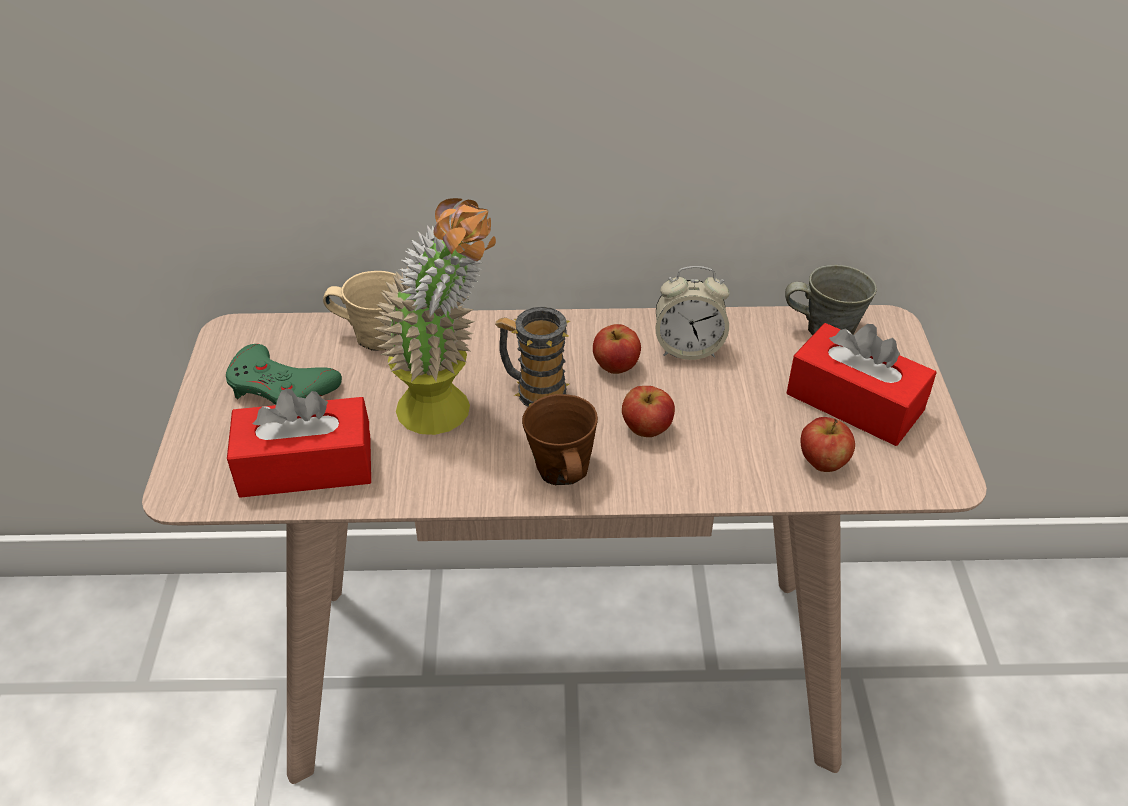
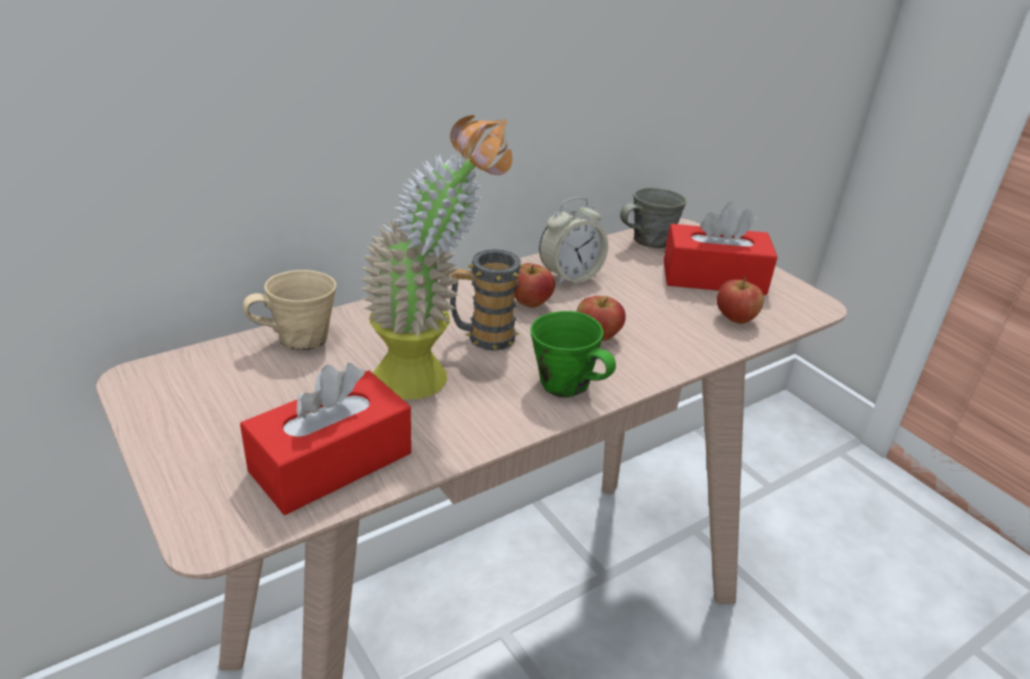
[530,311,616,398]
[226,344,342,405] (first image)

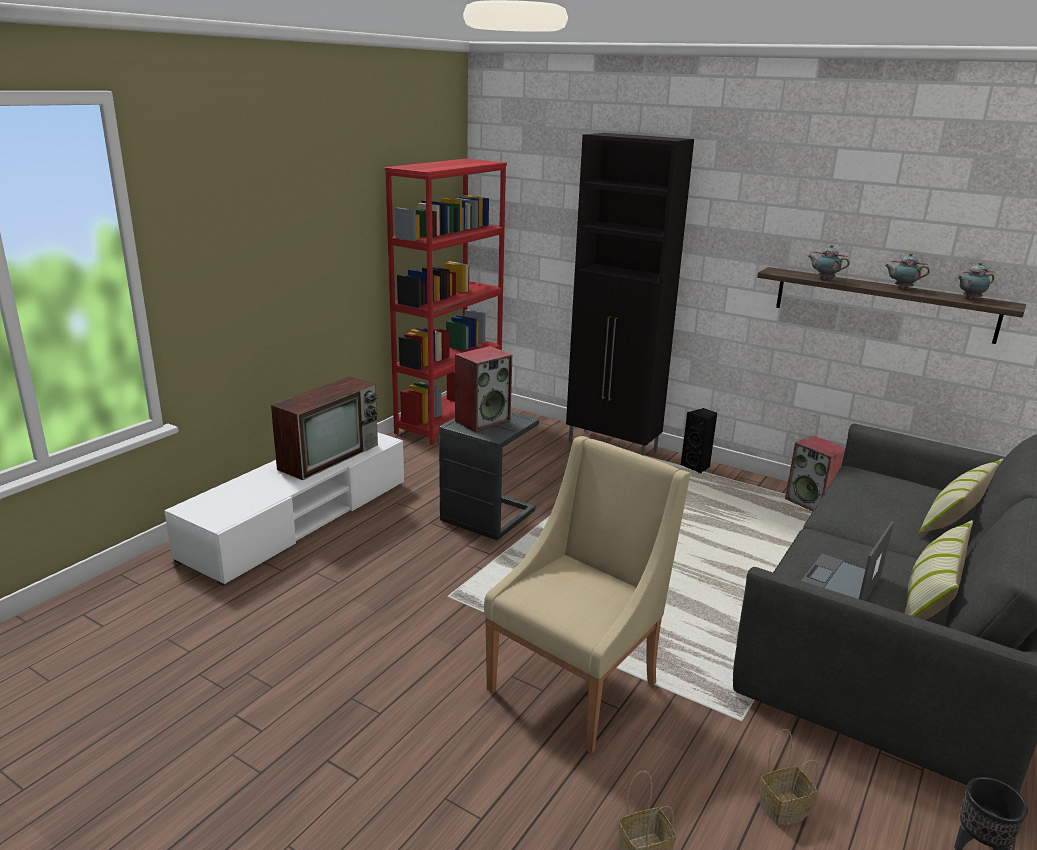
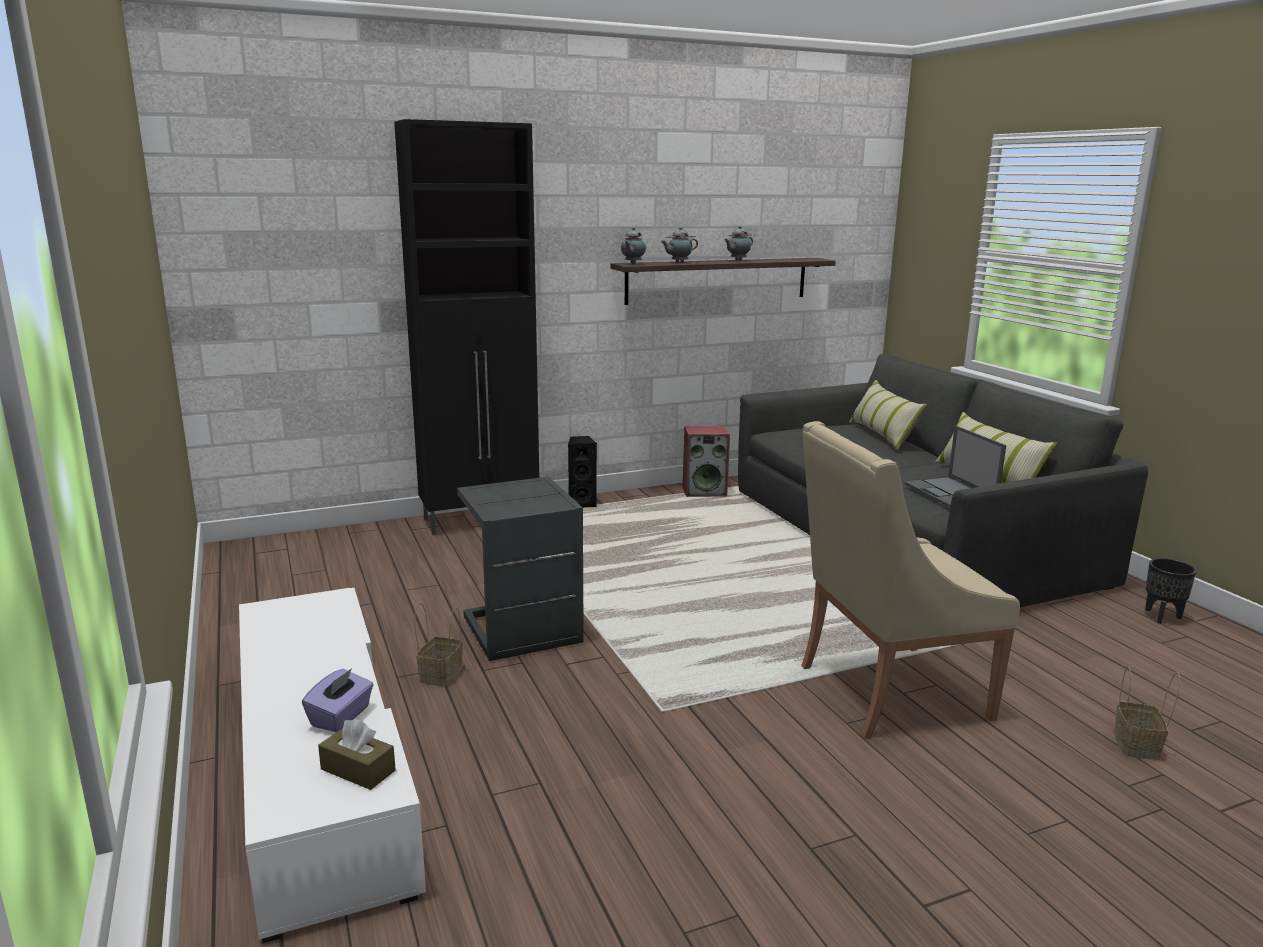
[302,668,374,732]
[318,719,396,790]
[414,602,463,686]
[621,227,646,264]
[801,421,1020,739]
[271,377,378,480] (first image)
[385,159,507,445] (first image)
[455,346,512,432] (first image)

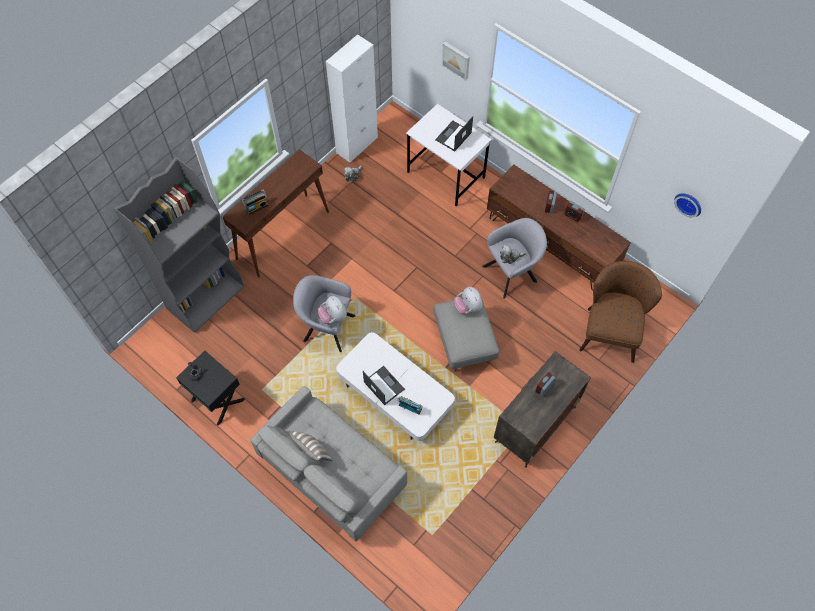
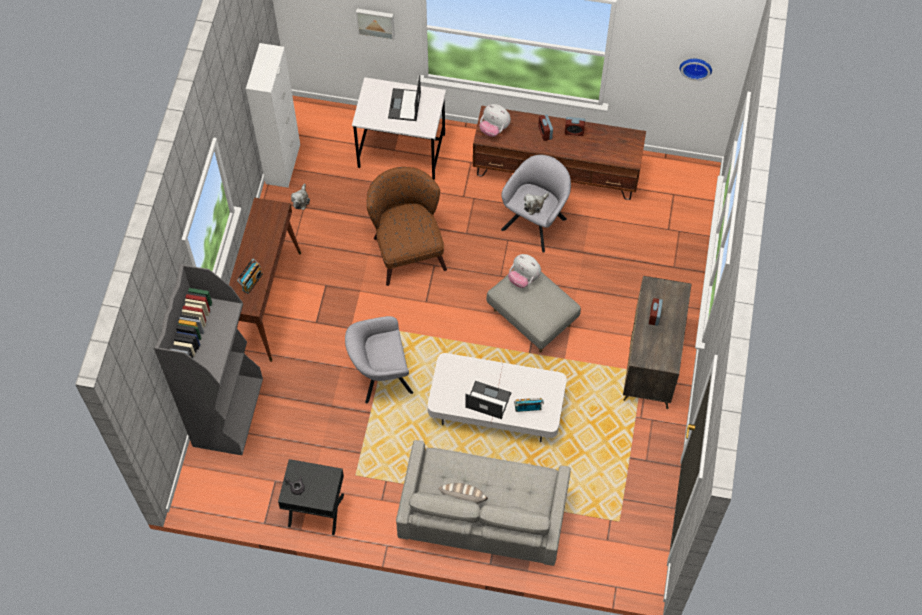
[366,167,447,286]
[479,104,511,137]

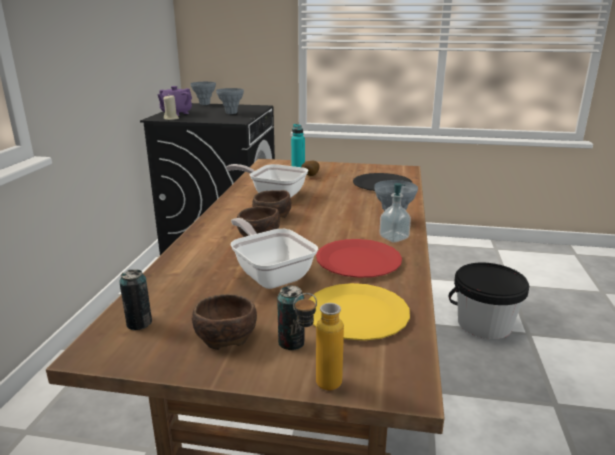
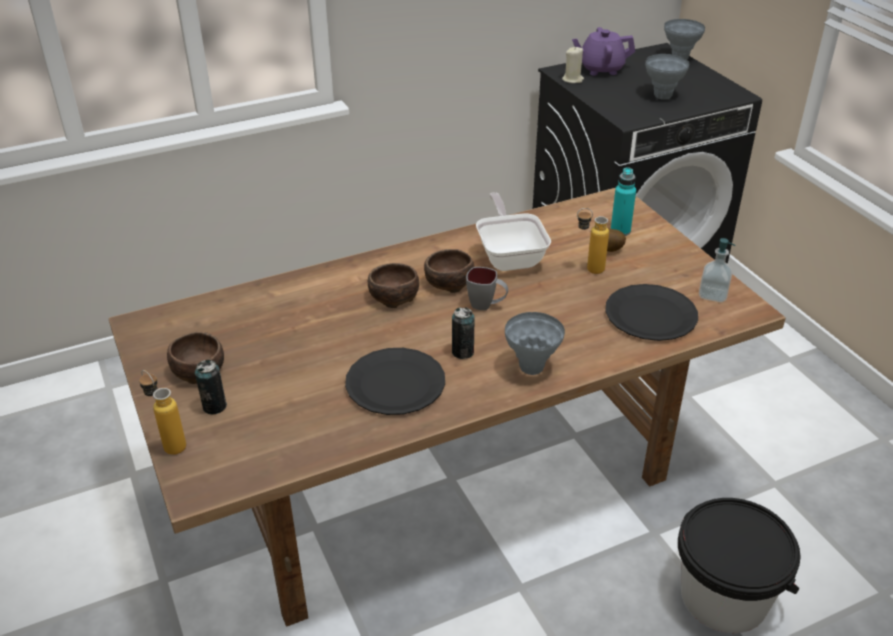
[345,348,445,415]
[452,307,475,359]
[466,267,508,310]
[577,208,609,274]
[699,238,735,302]
[230,218,318,289] (first image)
[309,283,410,341] (first image)

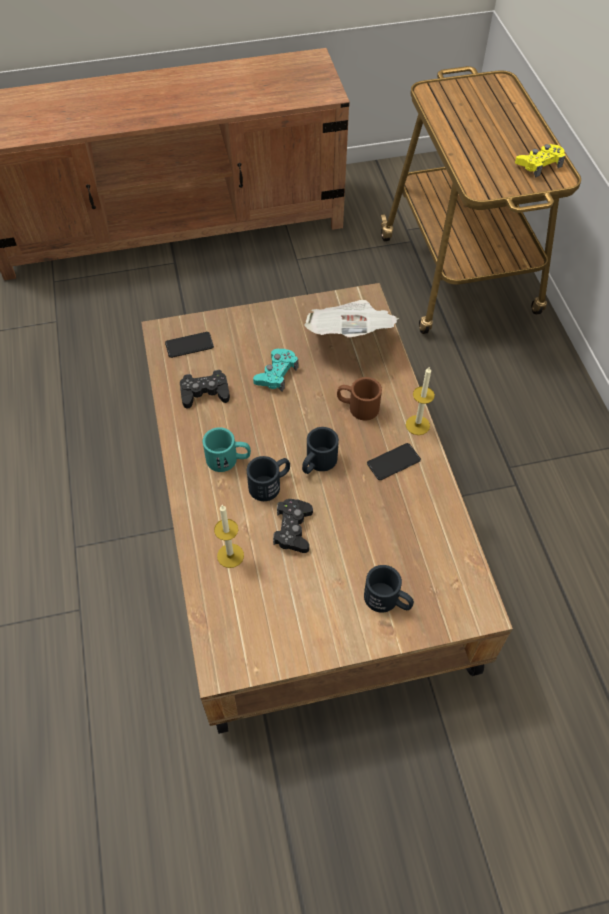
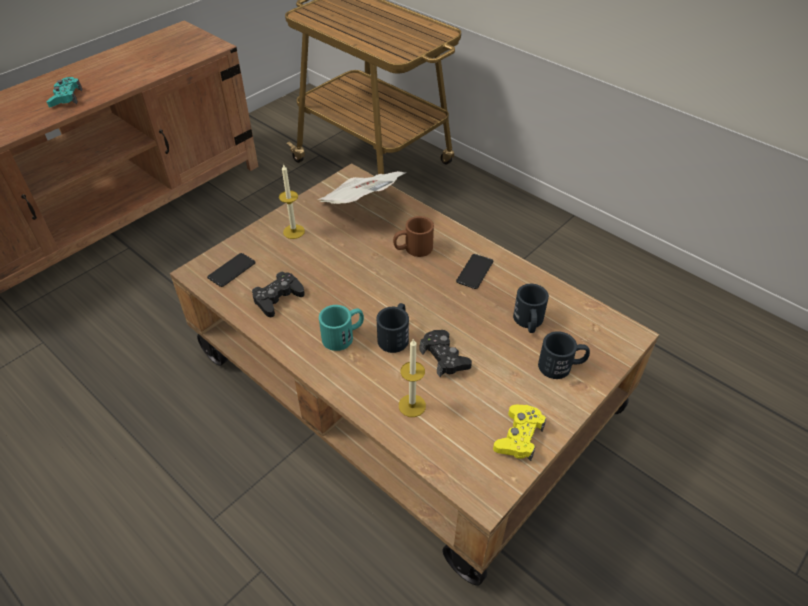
[47,77,82,108]
[279,164,305,239]
[493,404,546,461]
[513,284,549,333]

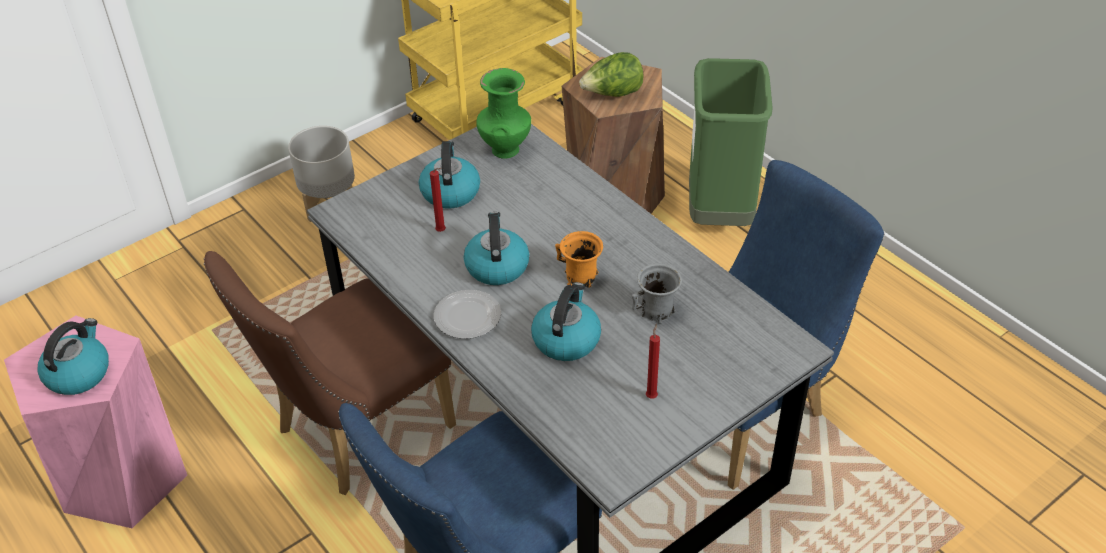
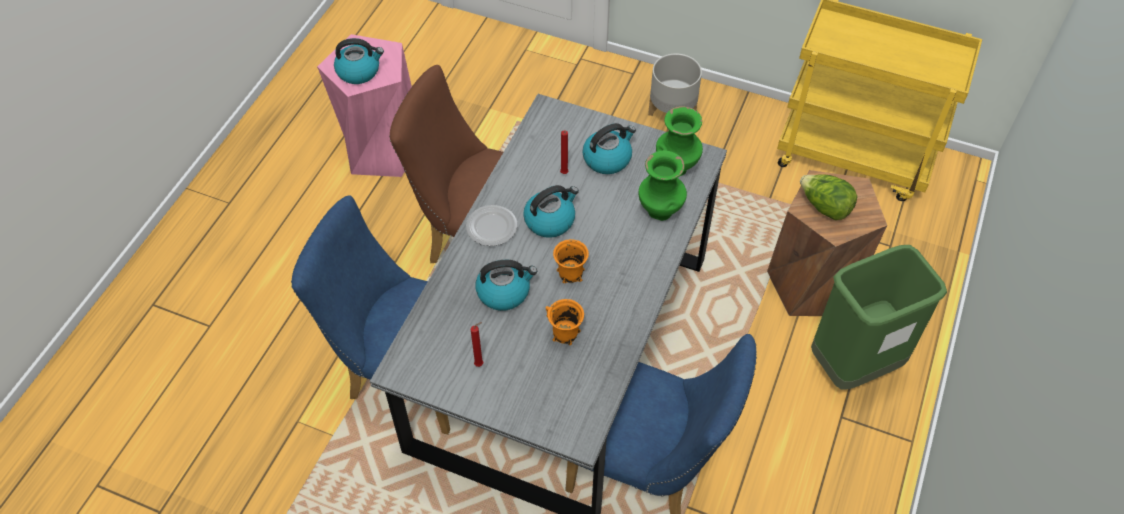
[546,299,584,345]
[639,150,687,221]

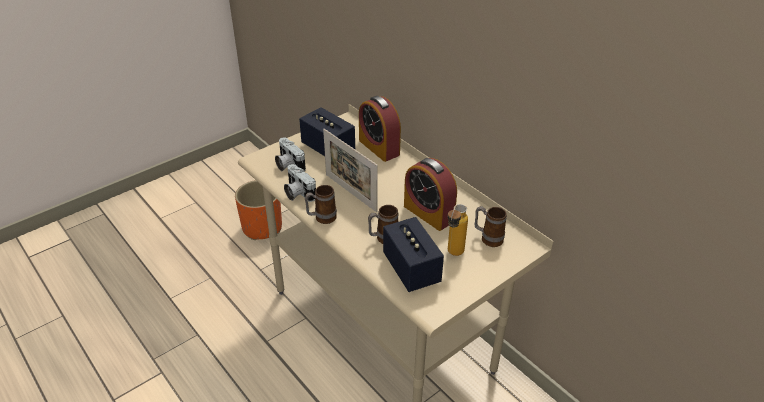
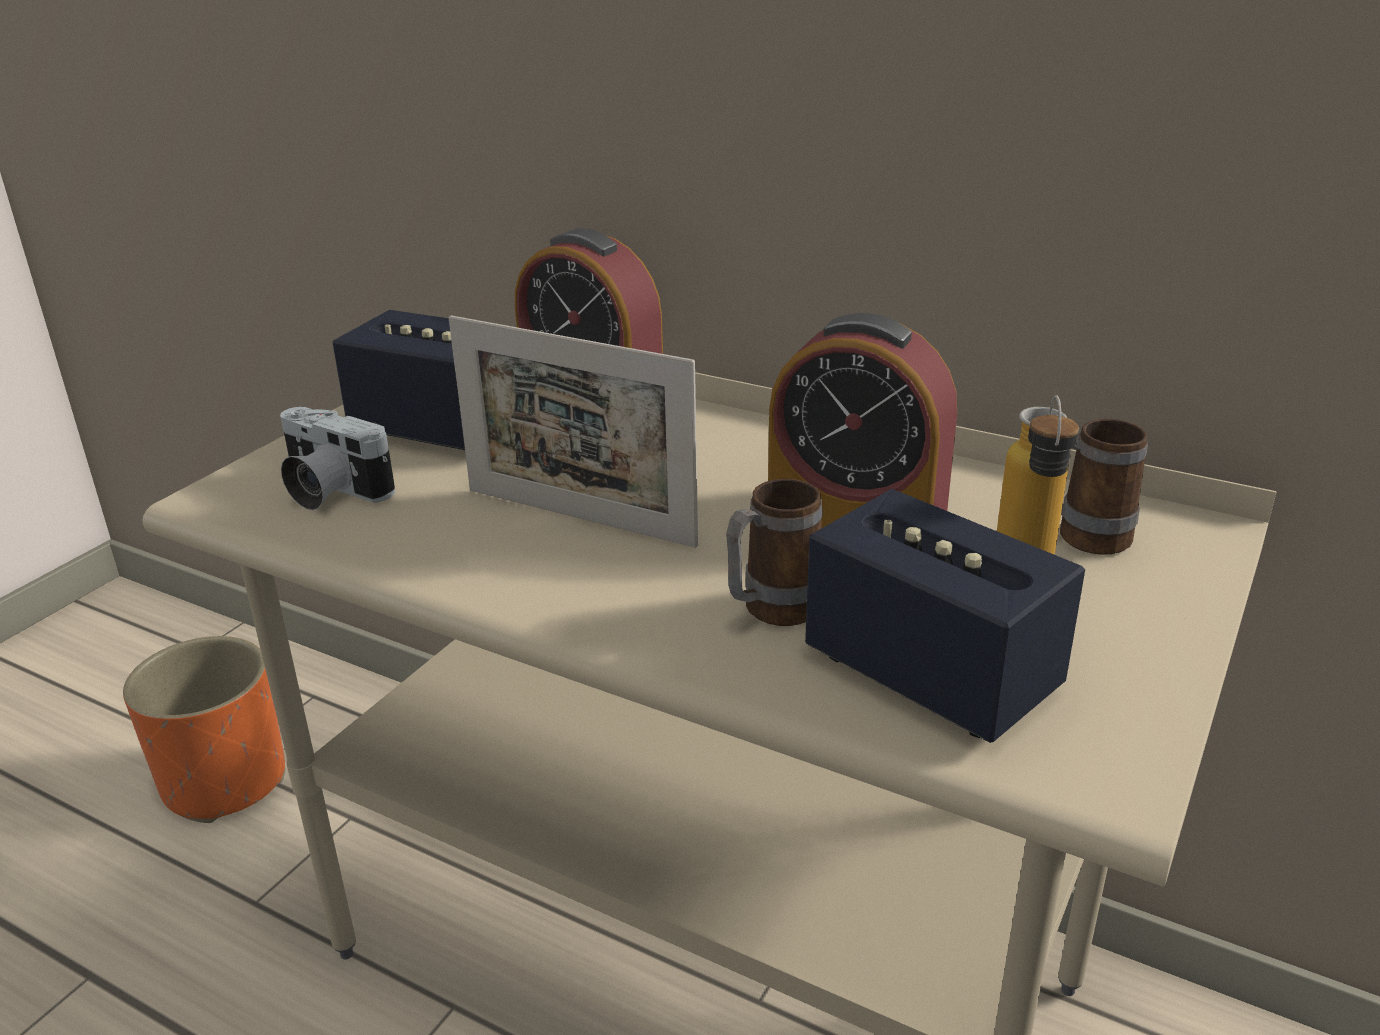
[284,164,316,202] (first image)
[305,185,337,224] (first image)

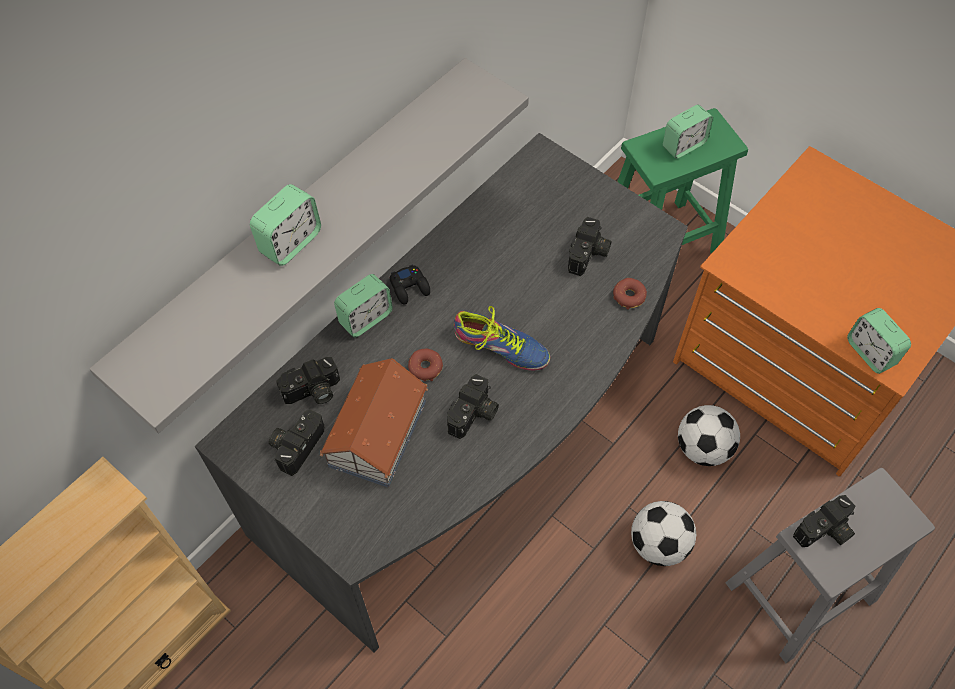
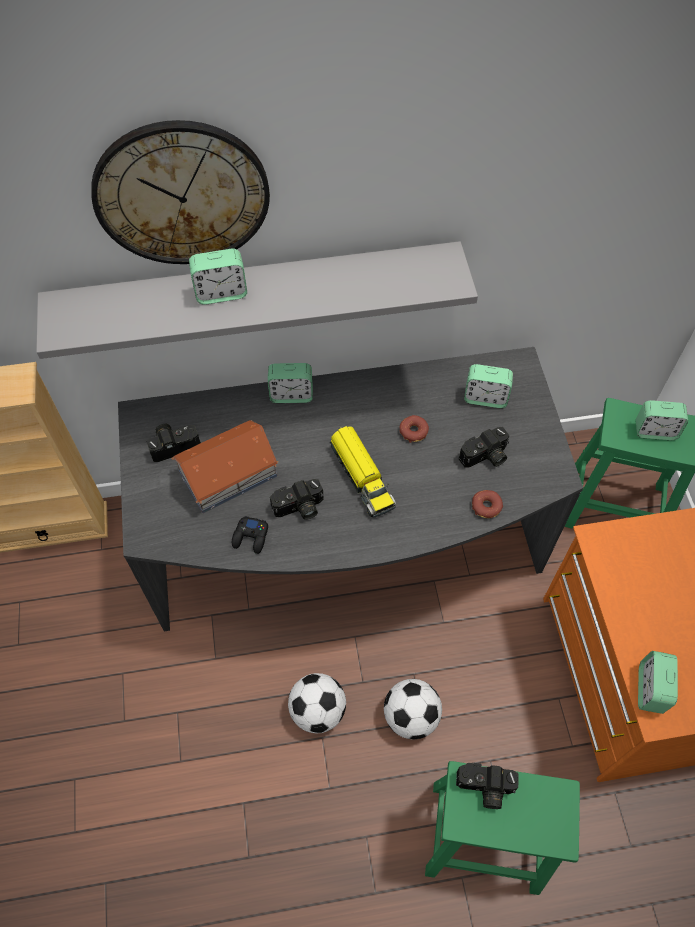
[91,120,270,264]
[232,516,268,554]
[288,673,346,734]
[330,426,396,518]
[400,415,429,443]
[425,761,580,895]
[464,364,513,408]
[276,357,340,404] (first image)

